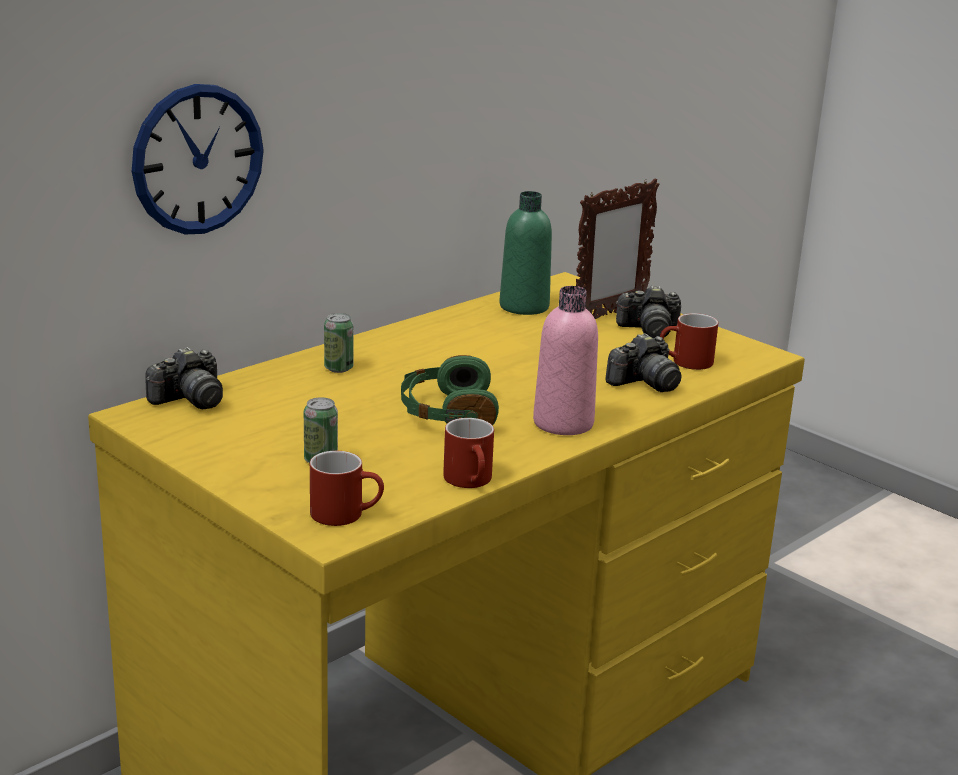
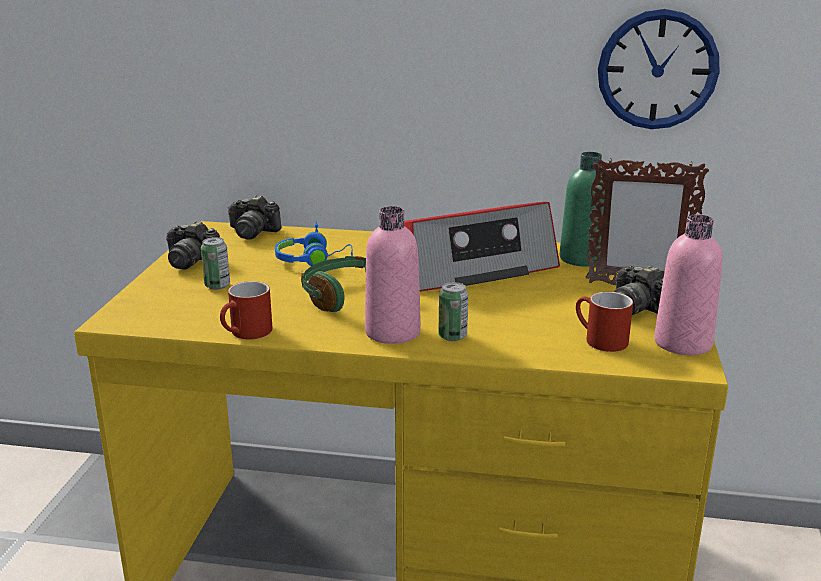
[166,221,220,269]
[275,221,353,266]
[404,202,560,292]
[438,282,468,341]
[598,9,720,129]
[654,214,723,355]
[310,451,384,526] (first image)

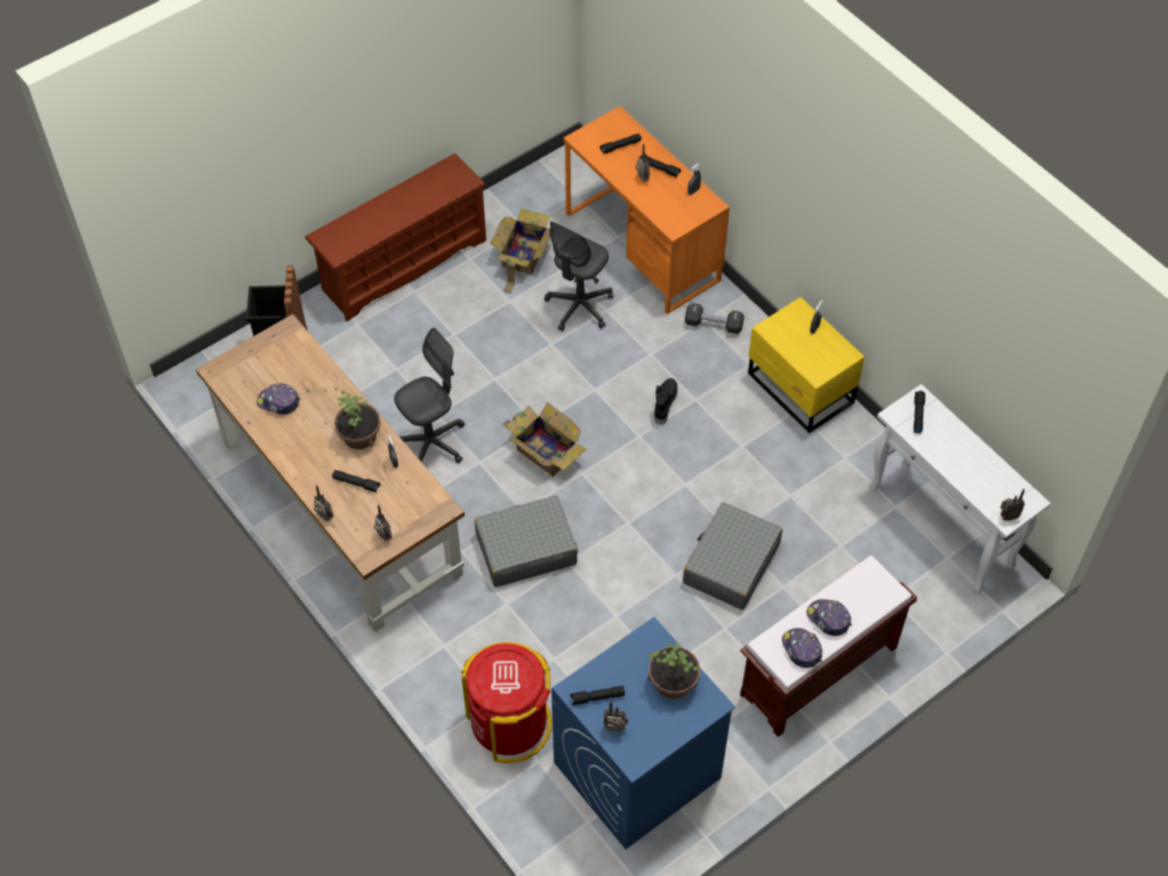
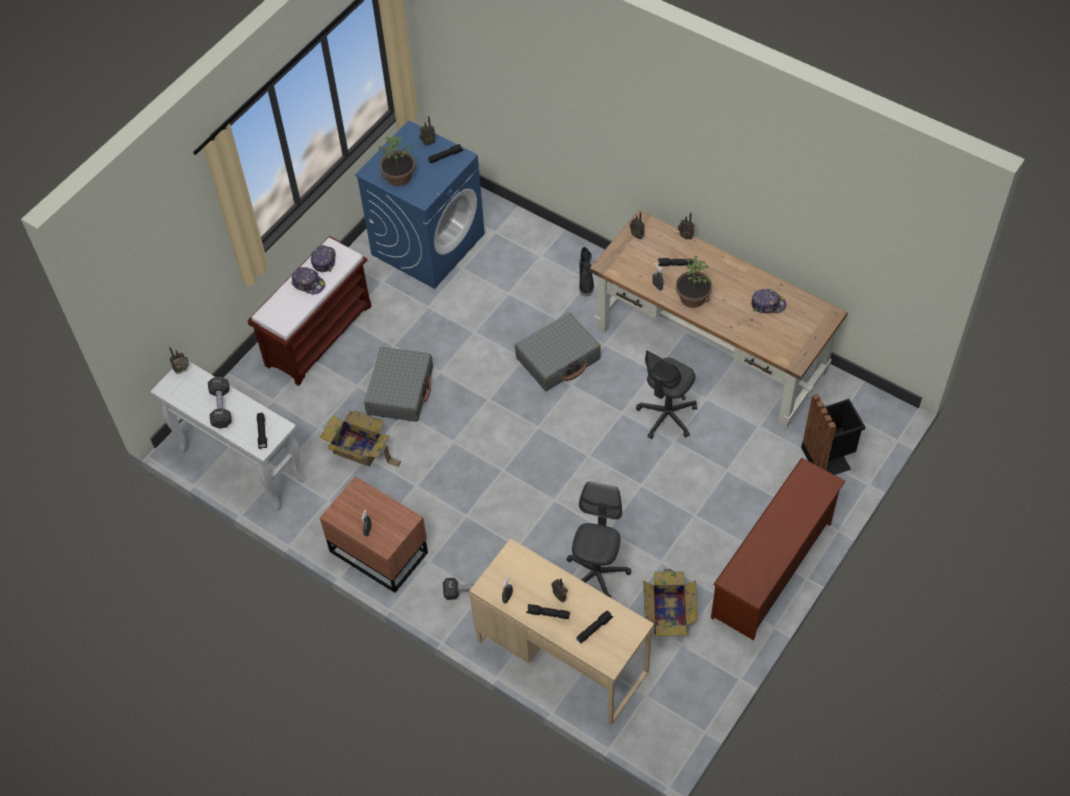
[208,377,232,429]
[311,245,336,272]
[320,411,402,467]
[320,476,428,593]
[469,538,654,725]
[579,247,594,296]
[461,642,552,763] (first image)

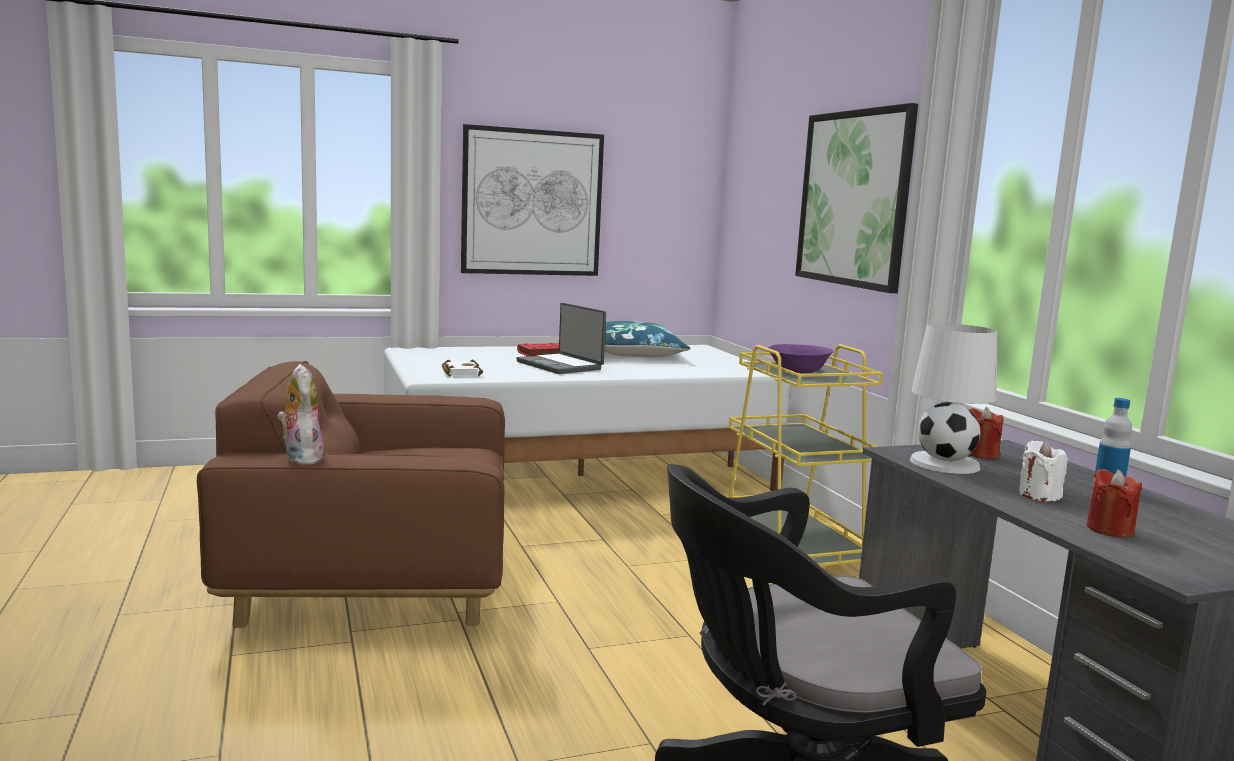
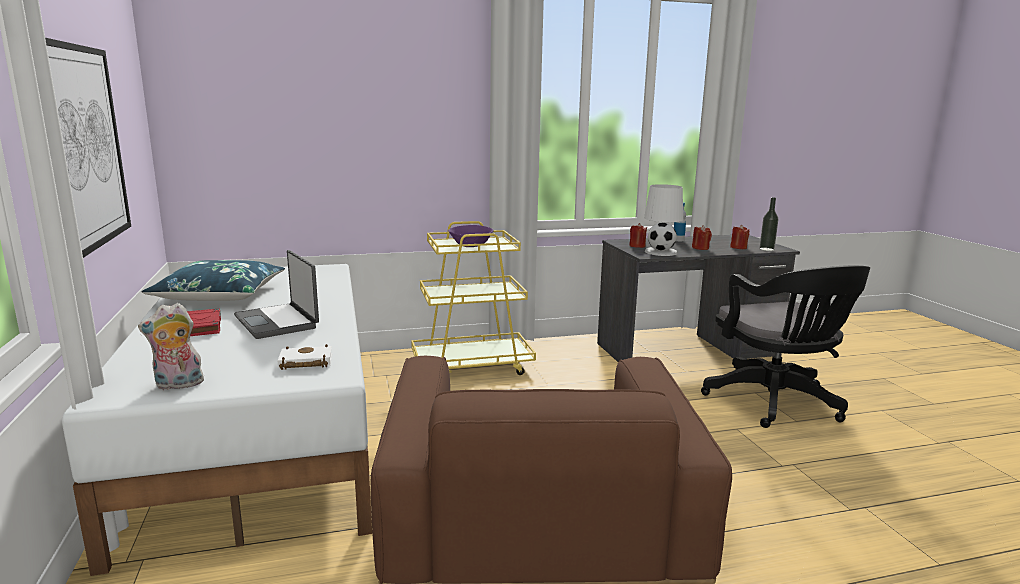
[138,303,204,390]
[234,250,319,339]
[692,225,712,250]
[759,197,778,251]
[795,103,918,293] (first image)

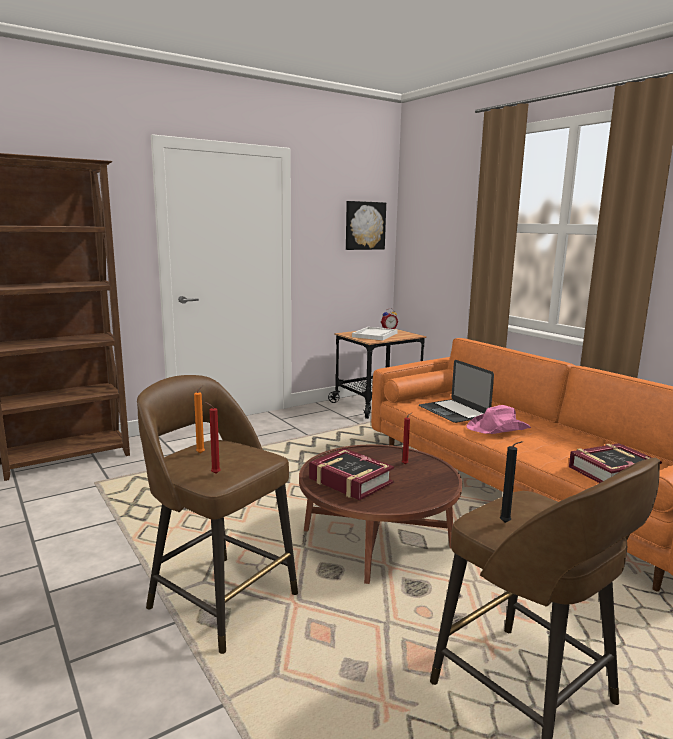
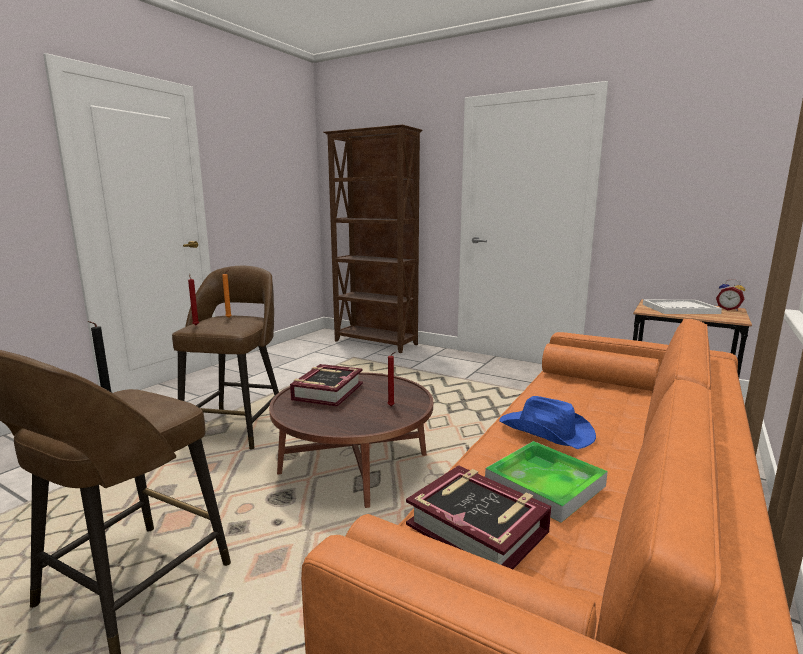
[485,441,608,523]
[499,396,596,449]
[346,201,386,250] (first image)
[419,360,494,423] (first image)

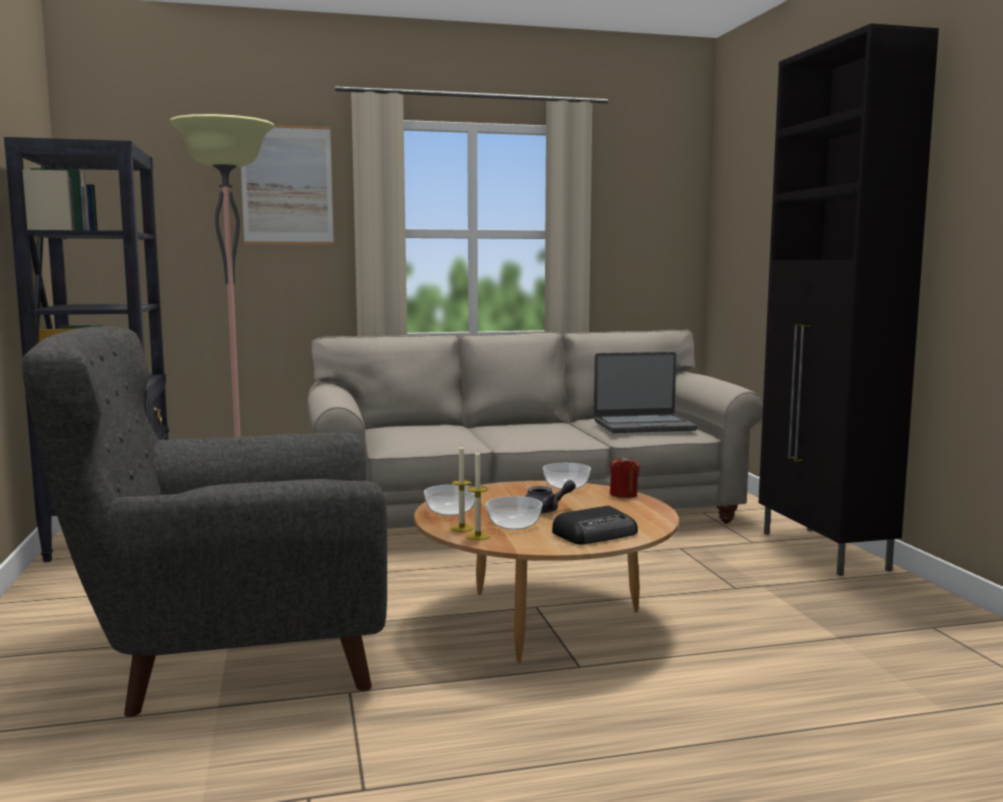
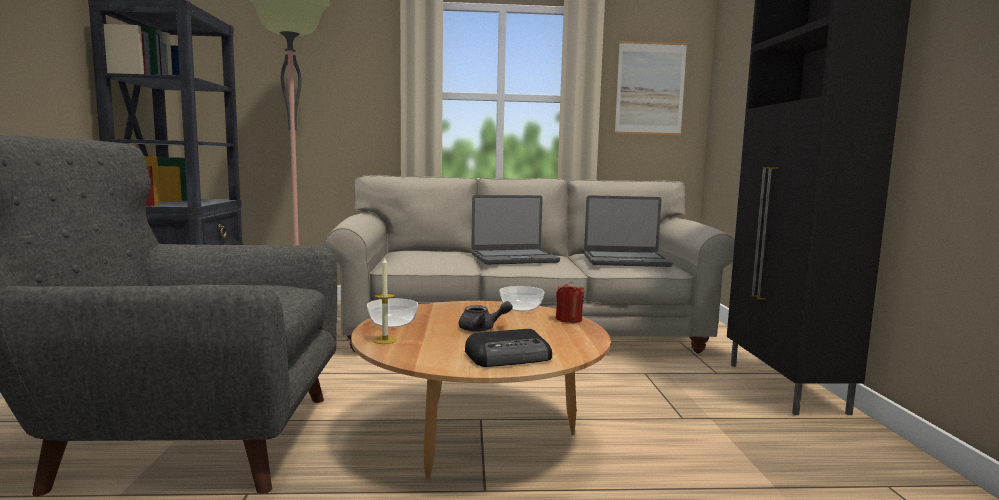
[471,195,560,265]
[615,41,687,135]
[466,448,490,540] (first image)
[486,496,543,530] (first image)

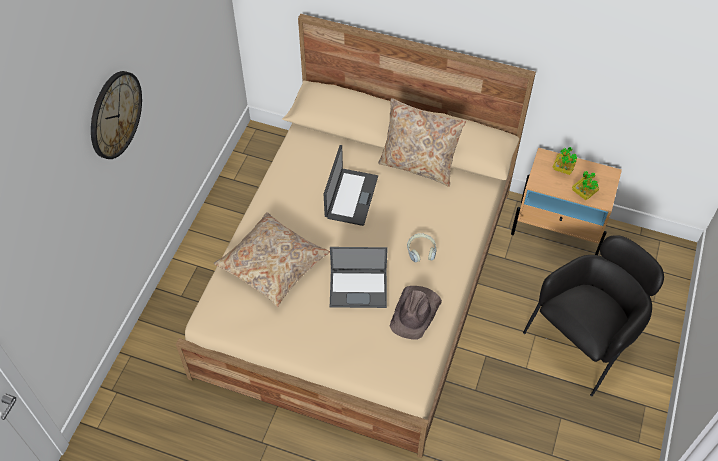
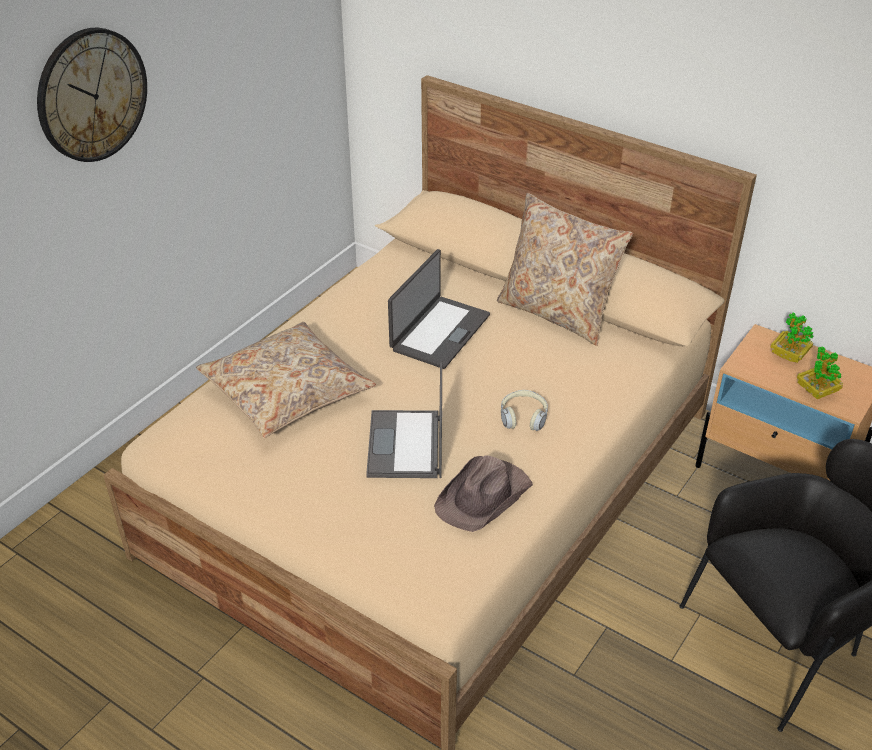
[366,363,442,478]

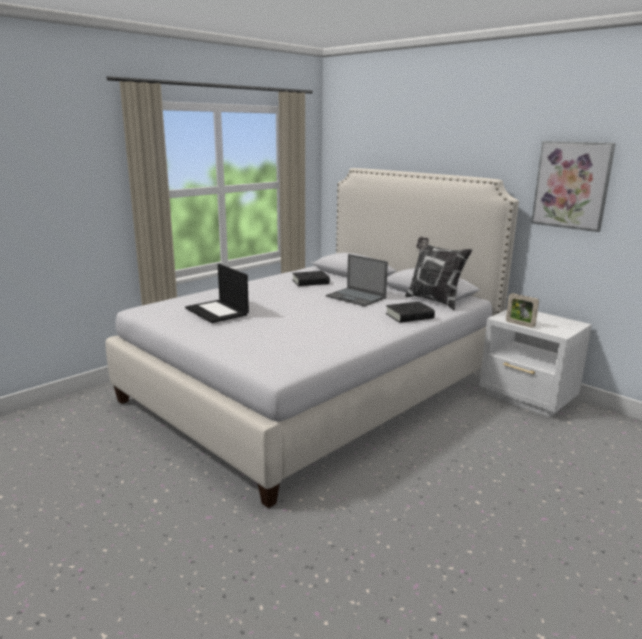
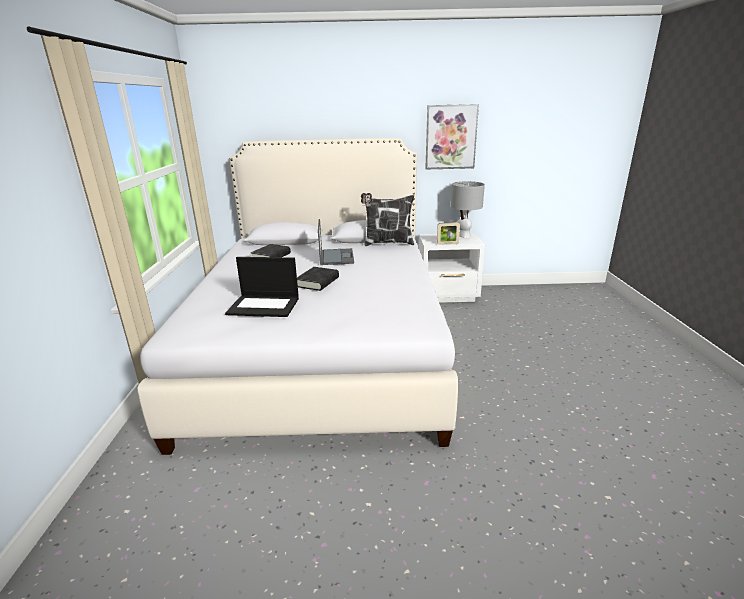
[297,267,339,291]
[318,219,354,265]
[451,181,485,238]

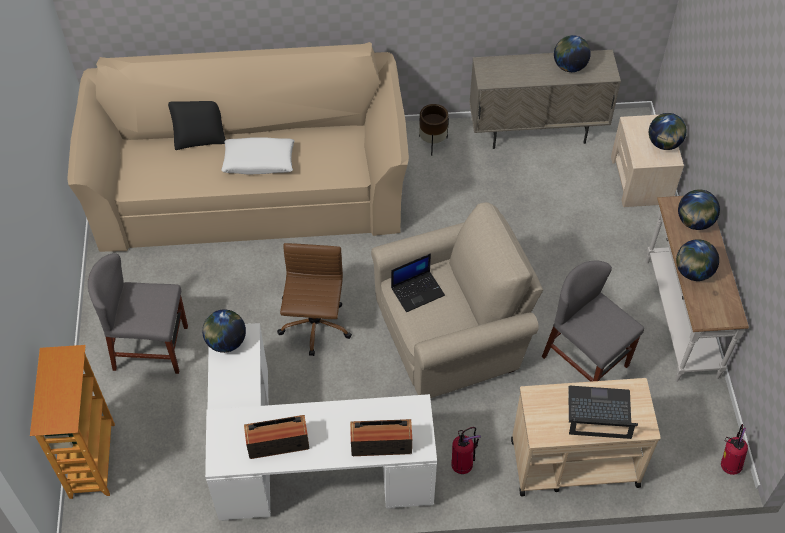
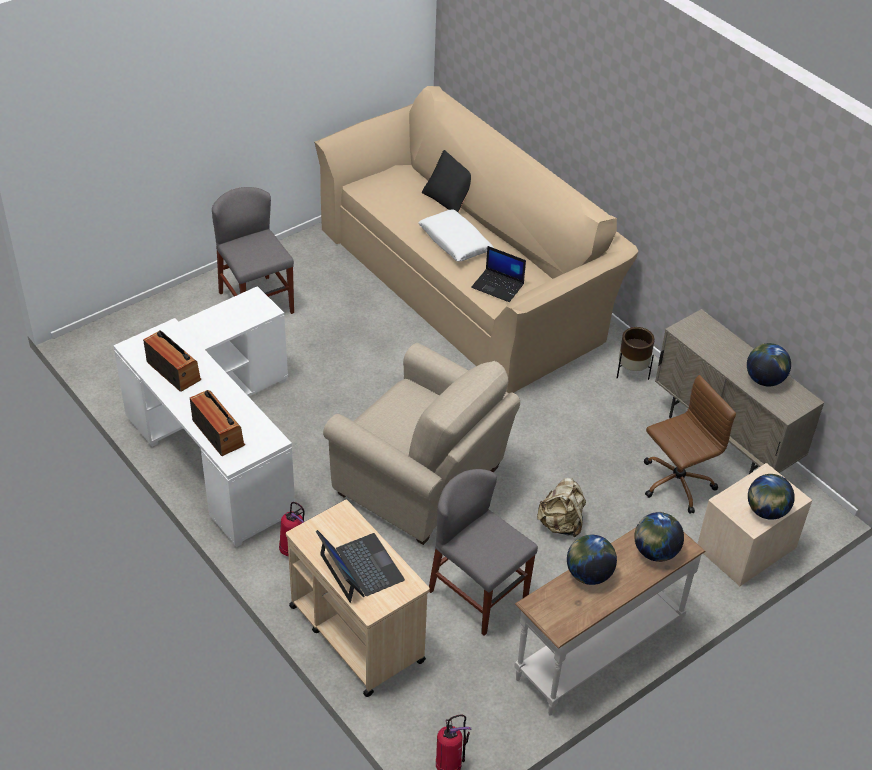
[429,469,538,636]
[471,246,526,302]
[537,478,586,538]
[644,375,736,514]
[30,345,115,499] (first image)
[202,309,246,353] (first image)

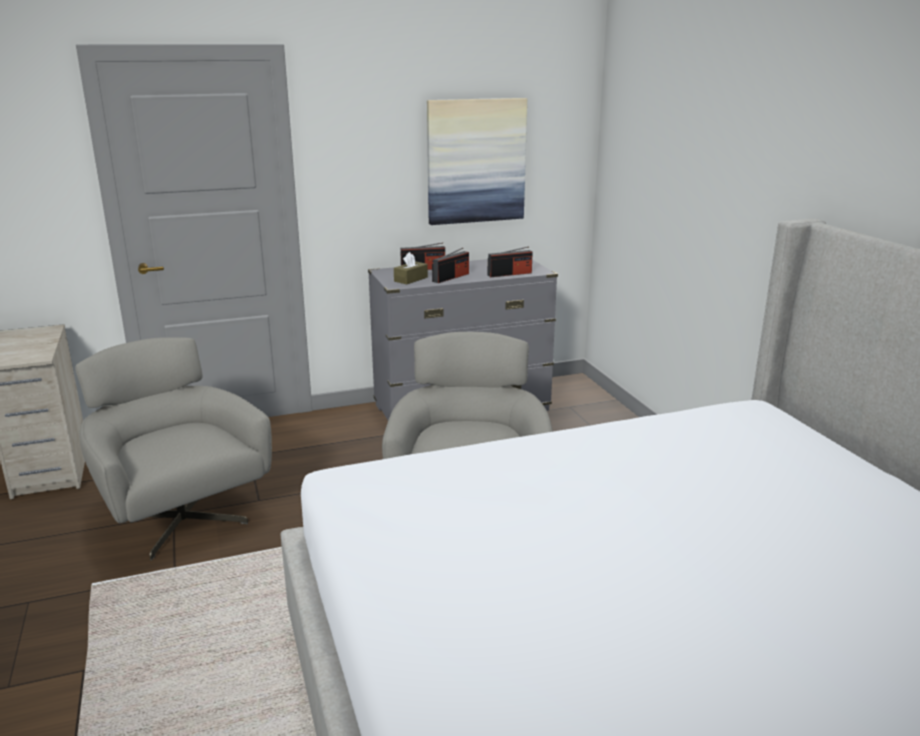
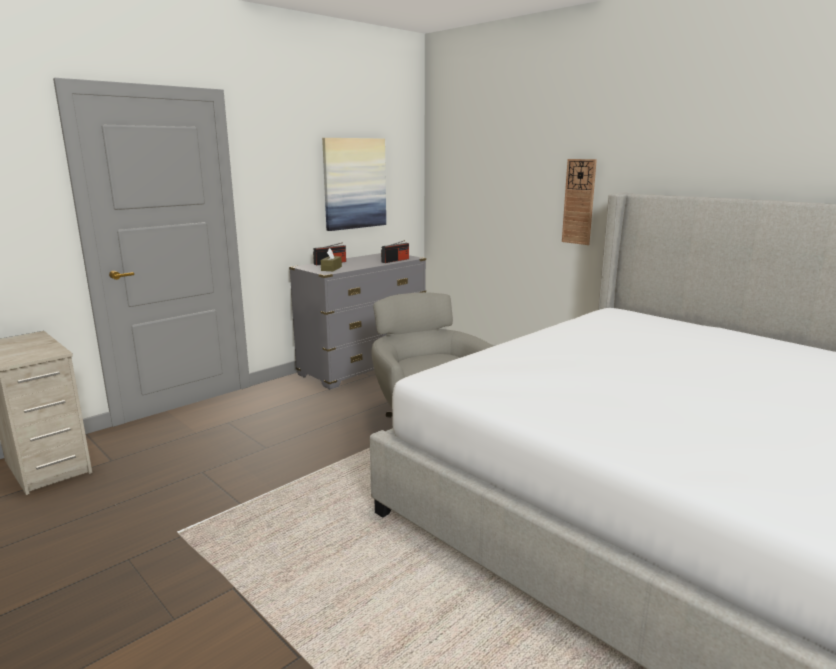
[562,159,597,245]
[75,337,272,561] (first image)
[432,248,469,283] (first image)

